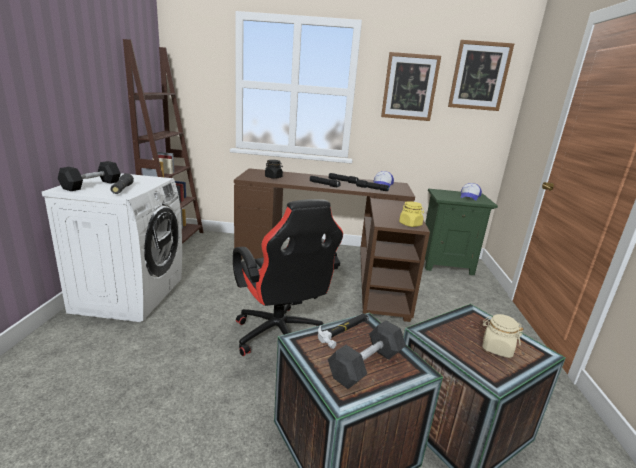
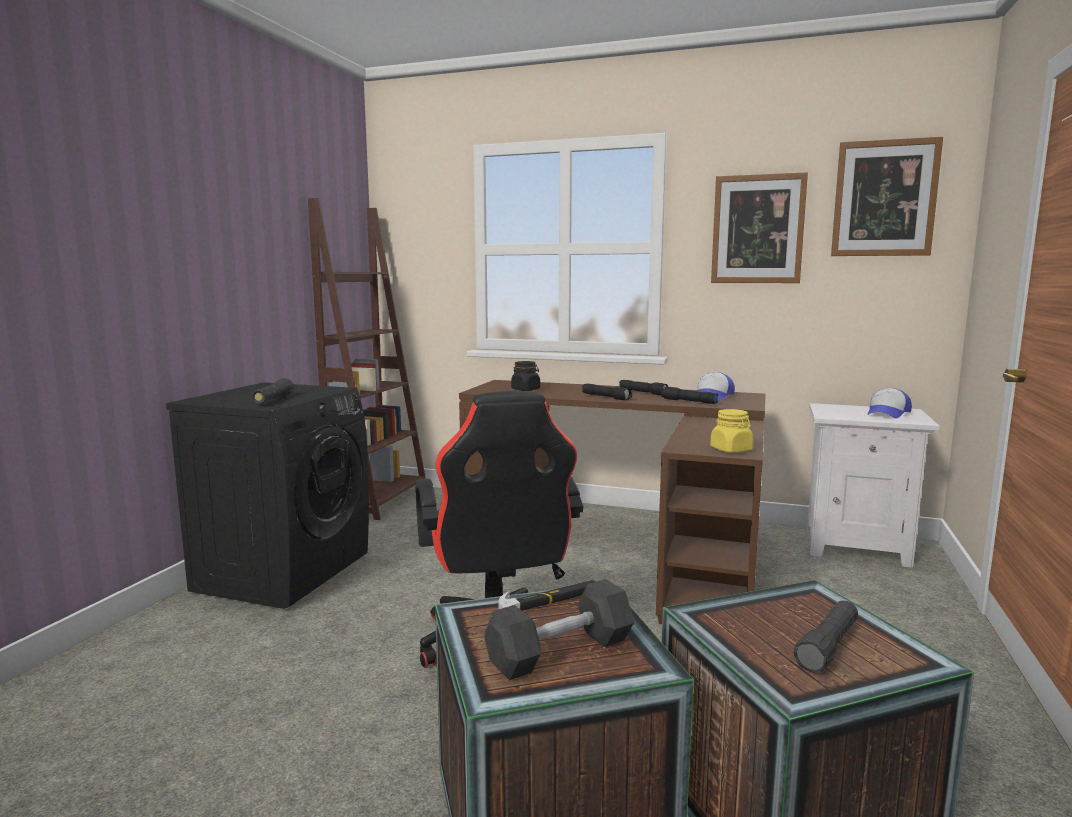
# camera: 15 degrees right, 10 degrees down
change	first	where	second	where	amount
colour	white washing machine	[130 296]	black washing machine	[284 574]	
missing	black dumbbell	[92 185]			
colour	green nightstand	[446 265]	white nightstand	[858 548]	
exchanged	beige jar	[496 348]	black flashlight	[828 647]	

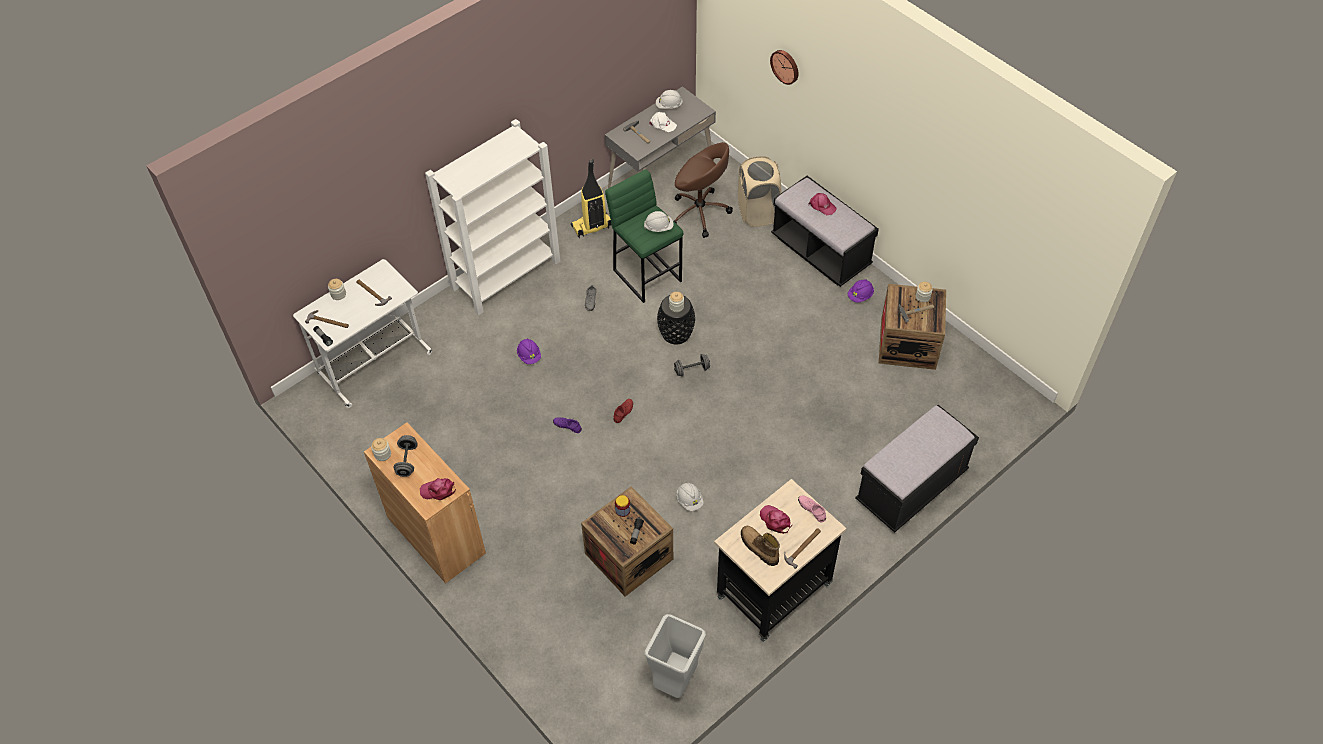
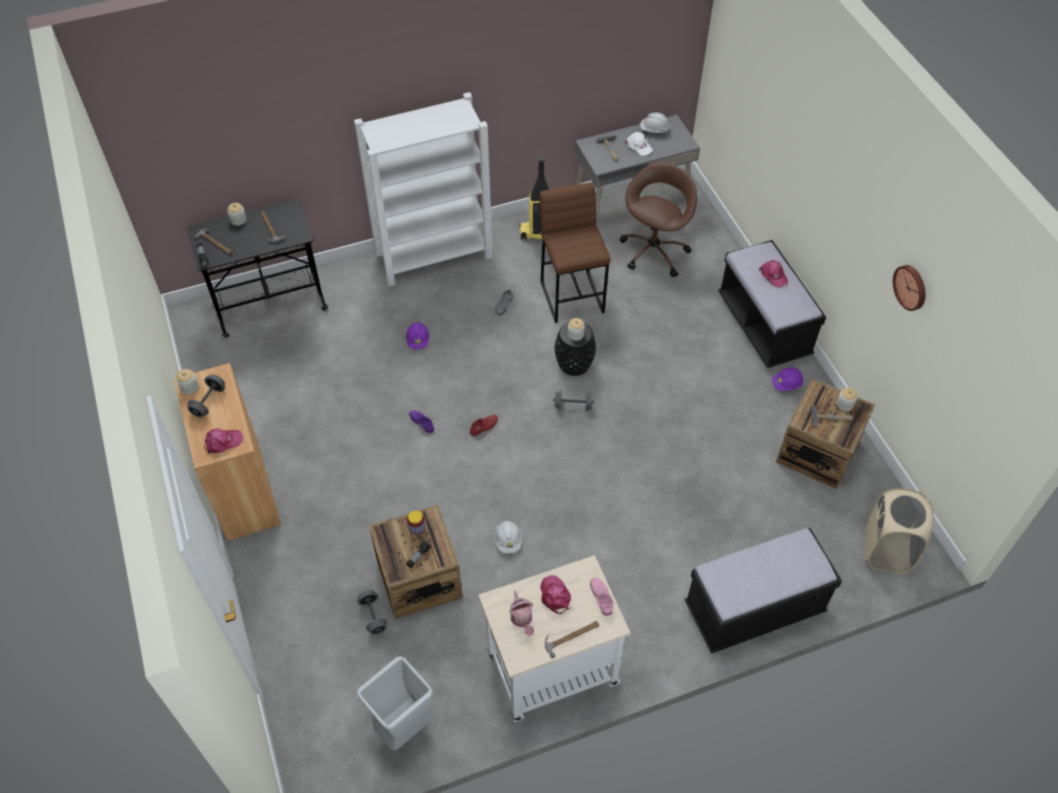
# camera: 20 degrees right, 0 degrees up
change	first	where	second	where	amount
colour	white desk	[374 363]	black desk	[270 302]	
spun	pink cap	[438 490]		[223 442]	135 degrees clockwise
colour	green stool	[646 274]	brown stool	[571 295]	
missing	white hard hat	[659 227]			
spun	brown office chair	[700 214]		[654 251]	105 degrees counterclockwise
colour	black cart	[774 592]	white cart	[552 671]	
relocated	beige laundry basket	[757 212]		[887 550]	
exchanged	boot	[758 548]	watering can	[522 620]	
relocated	wall clock	[785 66]		[911 287]	
appeared			grey dumbbell	[373 616]	

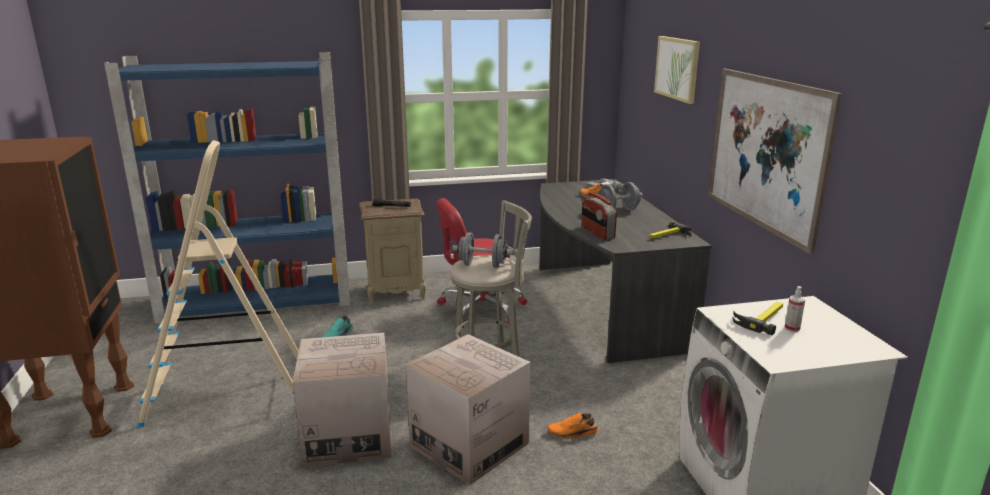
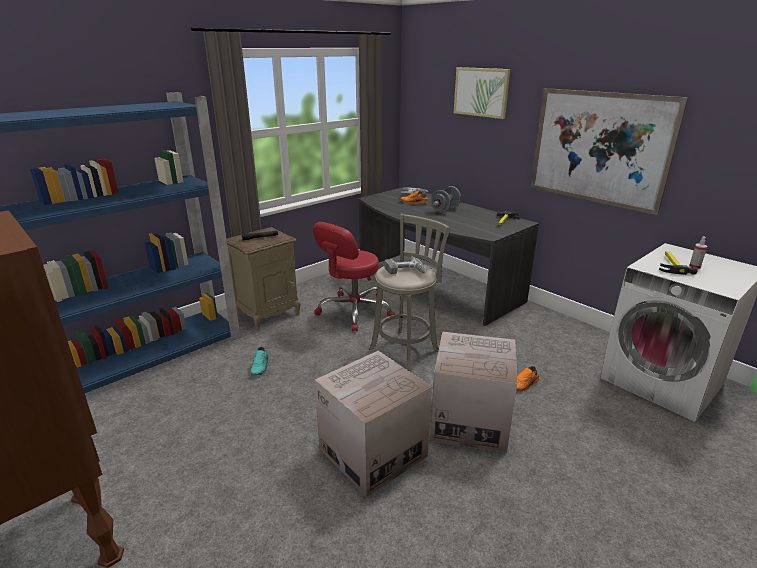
# camera: 30 degrees left, 5 degrees up
change	first	where	second	where	amount
missing	beige step ladder	[228 397]			
exchanged	grey dumbbell	[482 265]	power drill	[406 271]	
missing	radio	[597 233]			

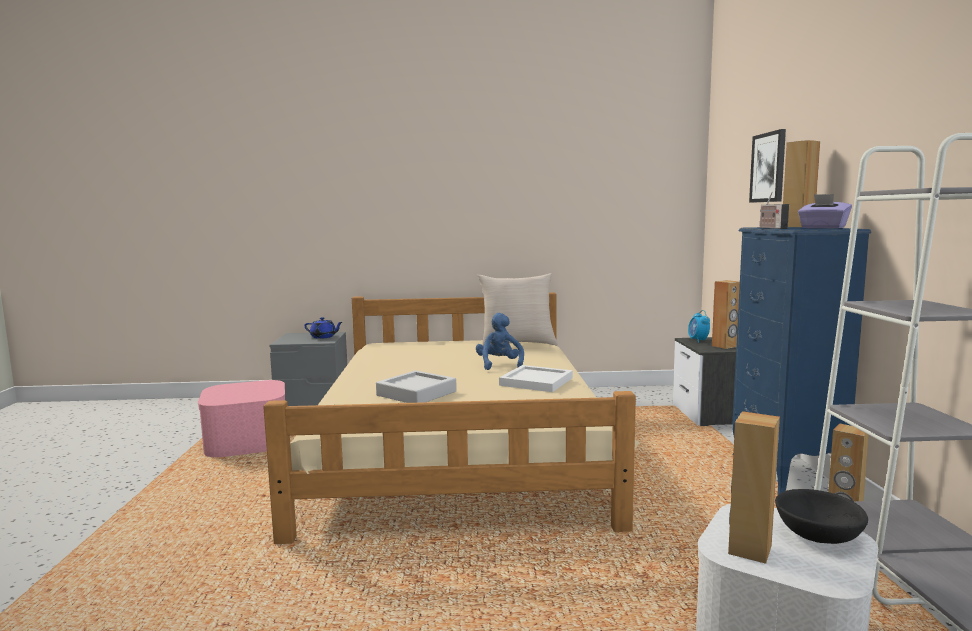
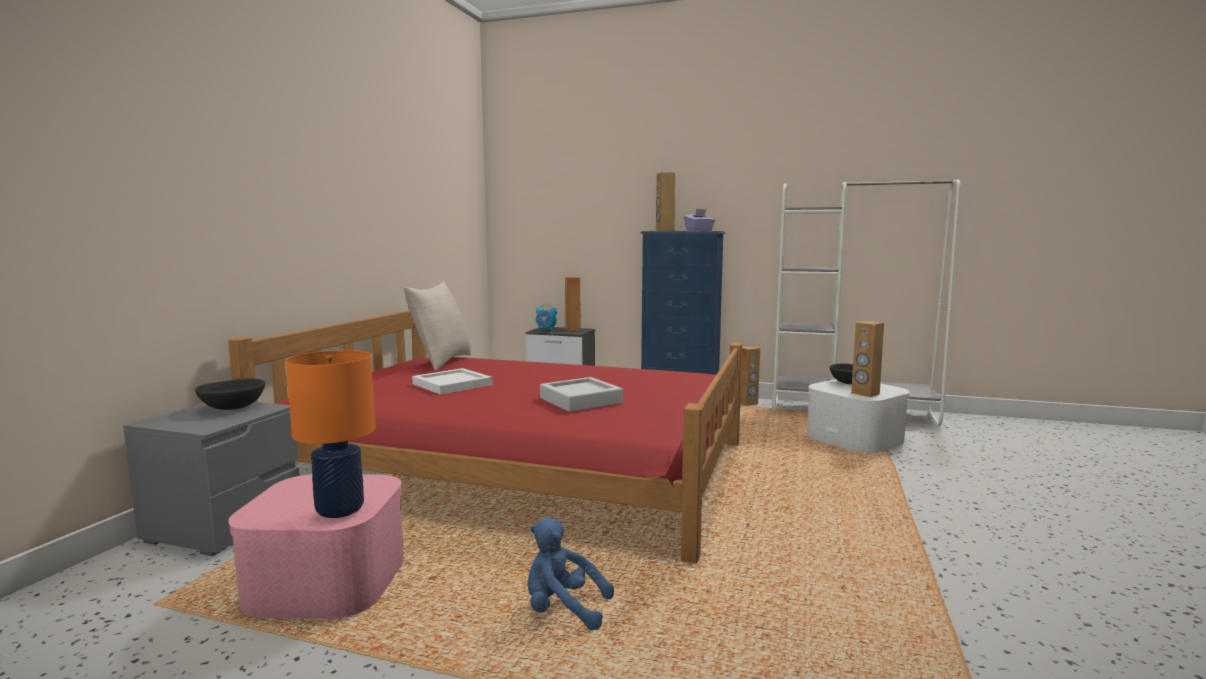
# camera: 70 degrees left, 0 degrees up
change	first	where	second	where	amount
colour	beige bed	[457 445]	red bed	[520 465]	
exchanged	blue teapot	[324 337]	black bowl	[232 408]	
relocated	blue plush toy	[499 365]		[563 610]	
relocated	white tray	[535 381]		[452 384]	
missing	picture	[768 167]			
missing	radio	[771 228]			
appeared			orange table lamp	[339 512]	

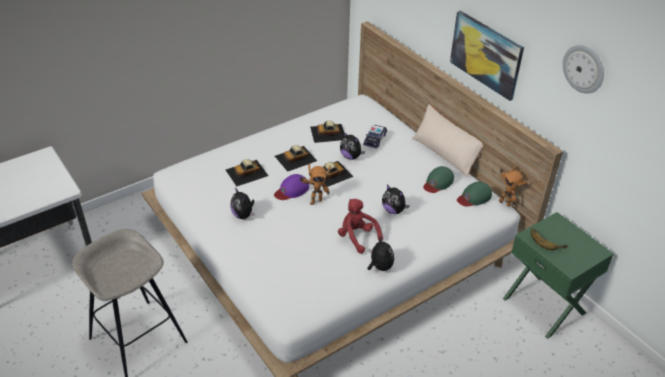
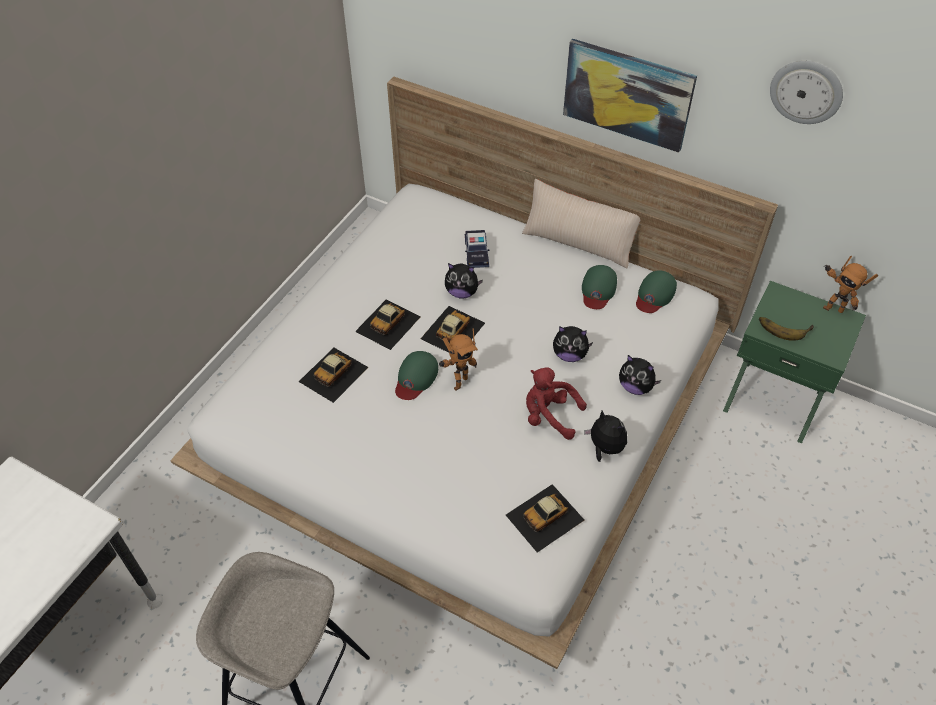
# camera: 25 degrees left, 10 degrees up
change	first	where	second	where	amount
relocated	plush toy	[243 215]		[635 387]	
colour	purple cap	[291 190]	green cap	[416 377]	
relocated	toy car	[328 133]		[545 517]	
relocated	toy robot	[505 202]		[833 308]	

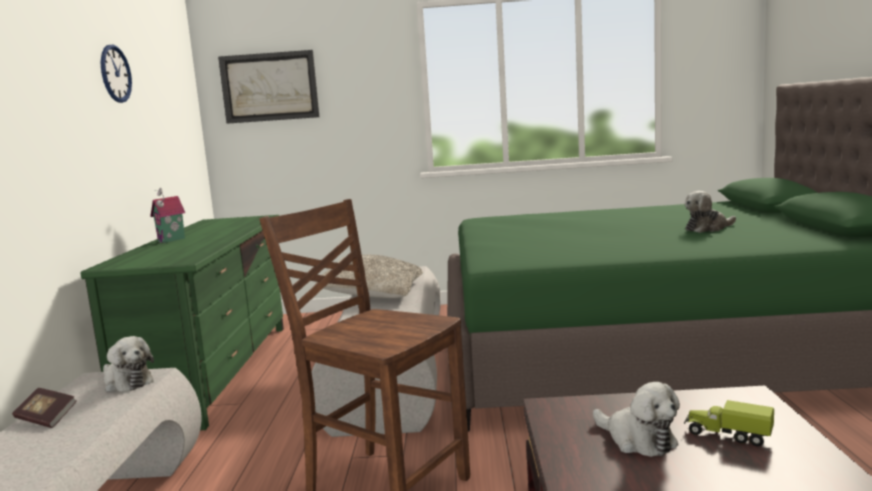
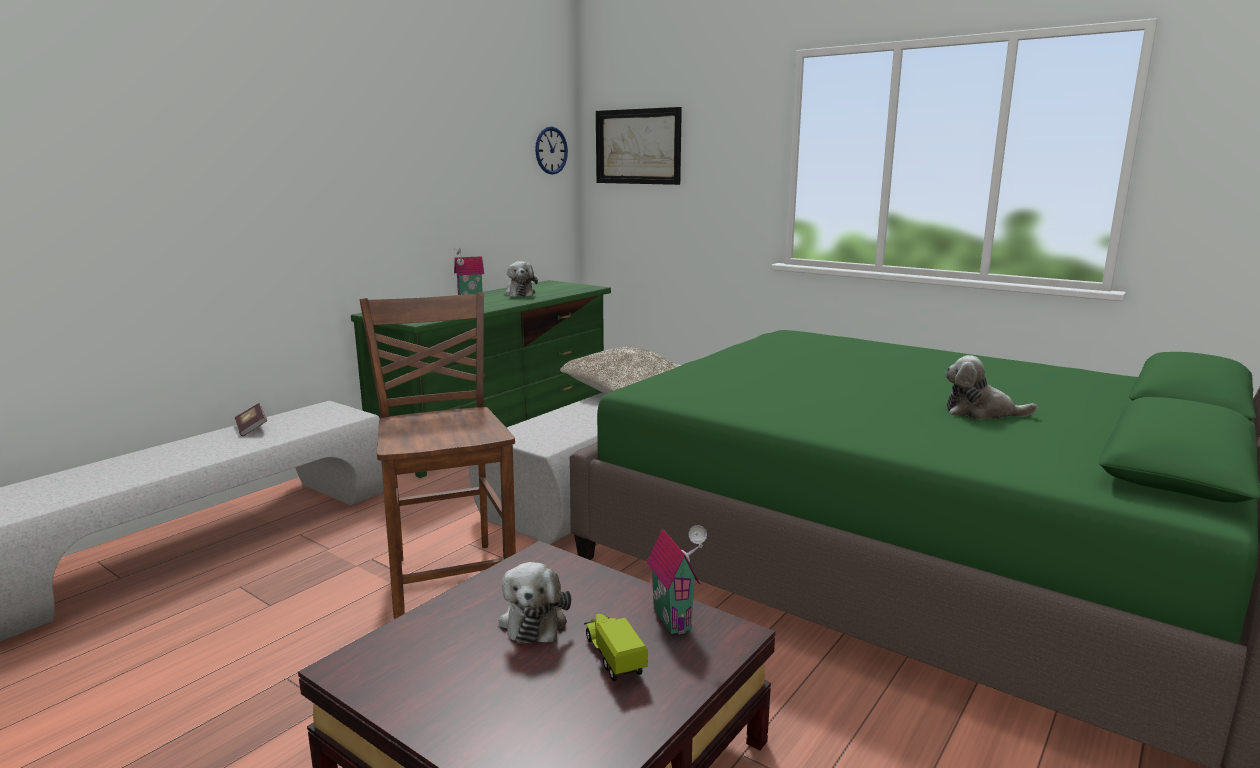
# camera: 35 degrees right, 5 degrees up
change	first	where	second	where	amount
relocated	wall clock	[115 73]		[551 150]	
relocated	plush toy	[126 382]		[519 294]	
appeared			toy house	[675 618]	

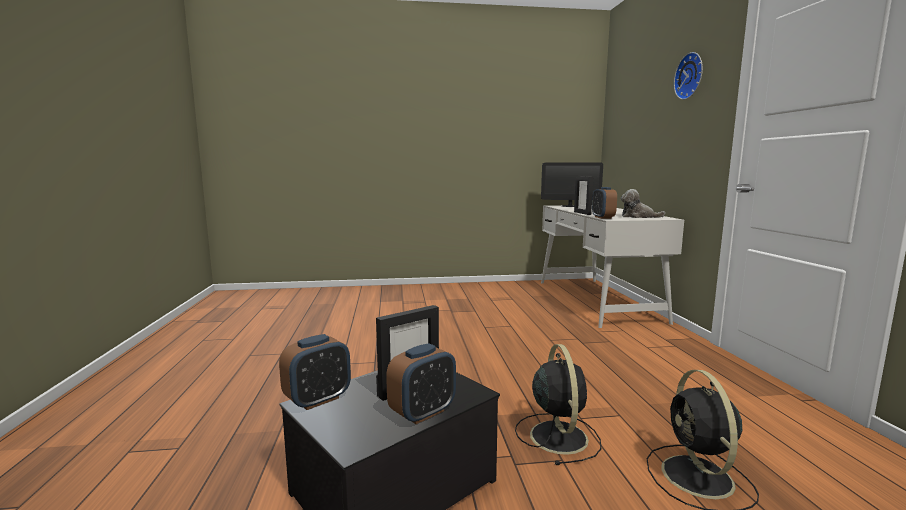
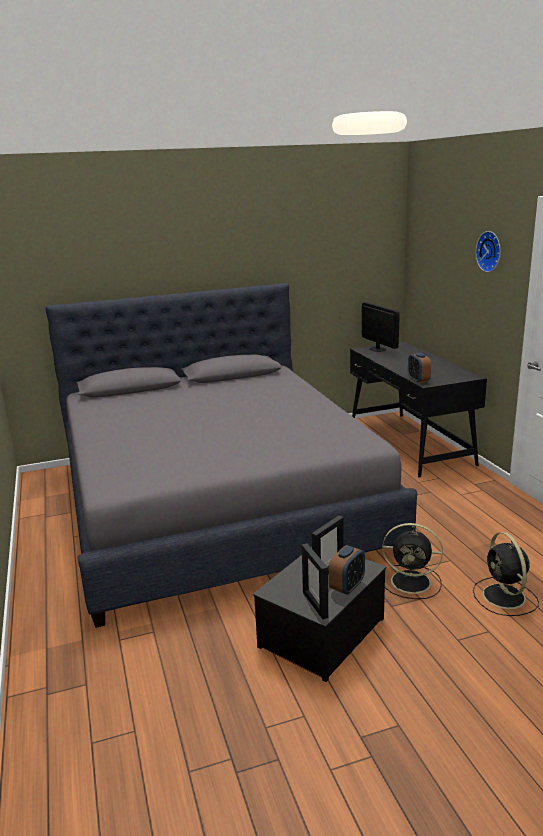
# camera: 10 degrees left, 10 degrees up
change	first	where	second	where	amount
missing	alarm clock	[318 399]			
spun	black fan	[557 435]		[412 582]	120 degrees clockwise
spun	monitor	[570 206]		[377 349]	105 degrees counterclockwise
colour	white desk	[596 300]	black desk	[409 443]	
relocated	picture frame	[583 213]		[316 604]	
missing	plush toy	[638 217]			
appeared			grey bed	[216 503]	

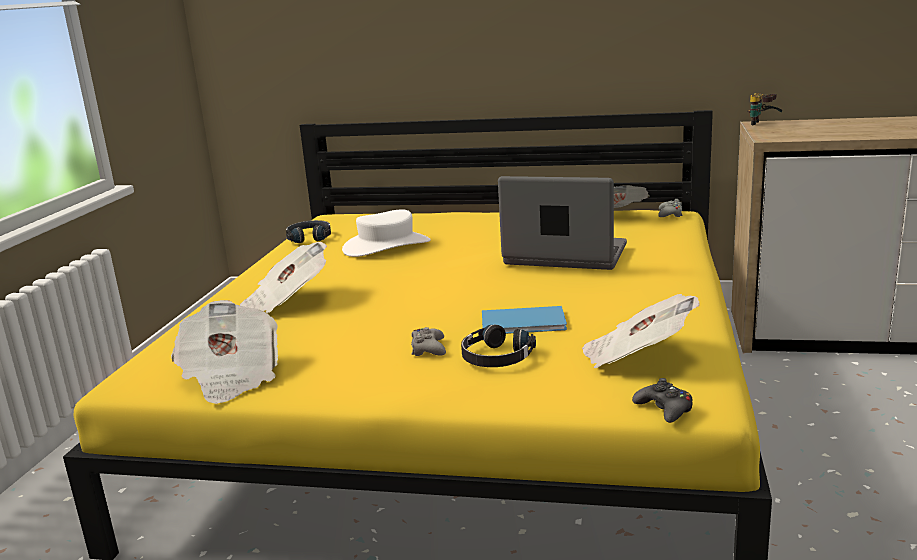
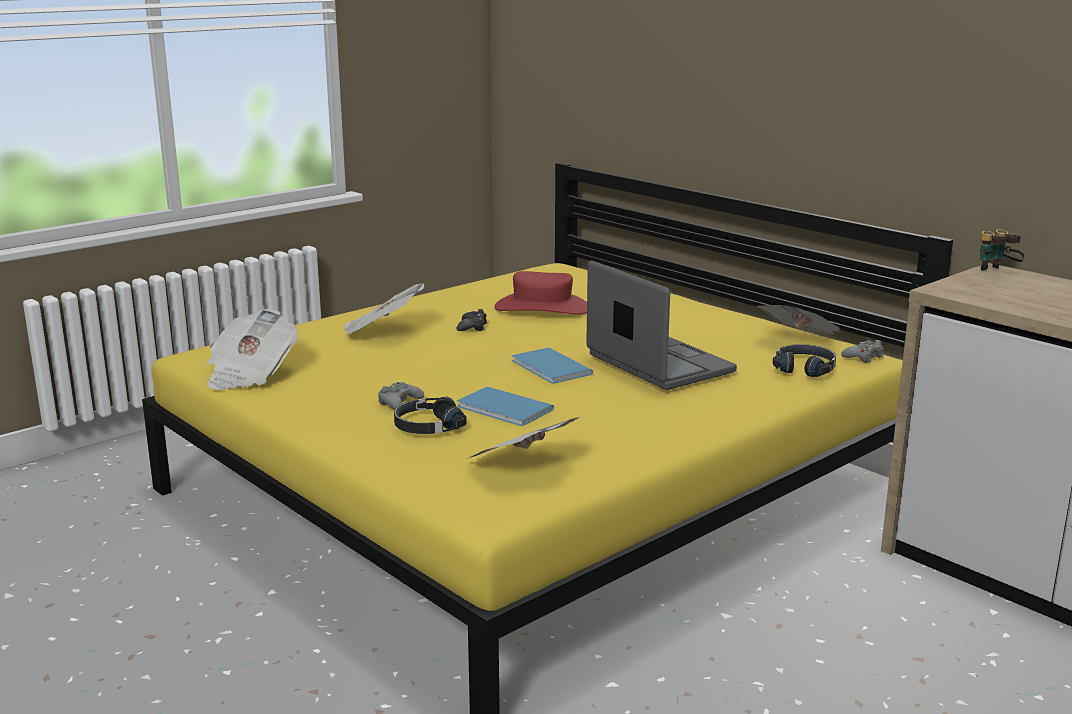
# camera: 35 degrees right, 0 degrees up
change	first	where	second	where	amount
relocated	black headphones	[309 237]		[805 368]	
colour	white hat	[386 246]	red hat	[542 308]	
relocated	black game controller	[664 409]		[472 327]	
appeared			blue book	[550 368]	

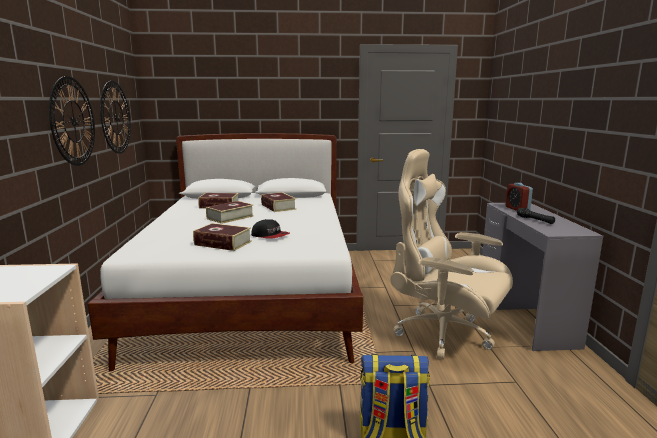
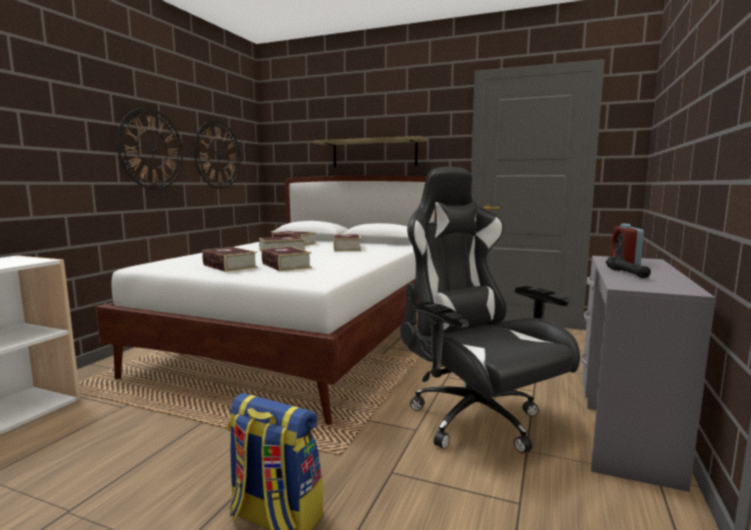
# camera: 25 degrees right, 5 degrees down
change	first	where	second	where	amount
exchanged	cap	[270 235]	book	[286 266]	
colour	beige office chair	[448 336]	black office chair	[481 424]	
appeared			shelf	[374 153]	

